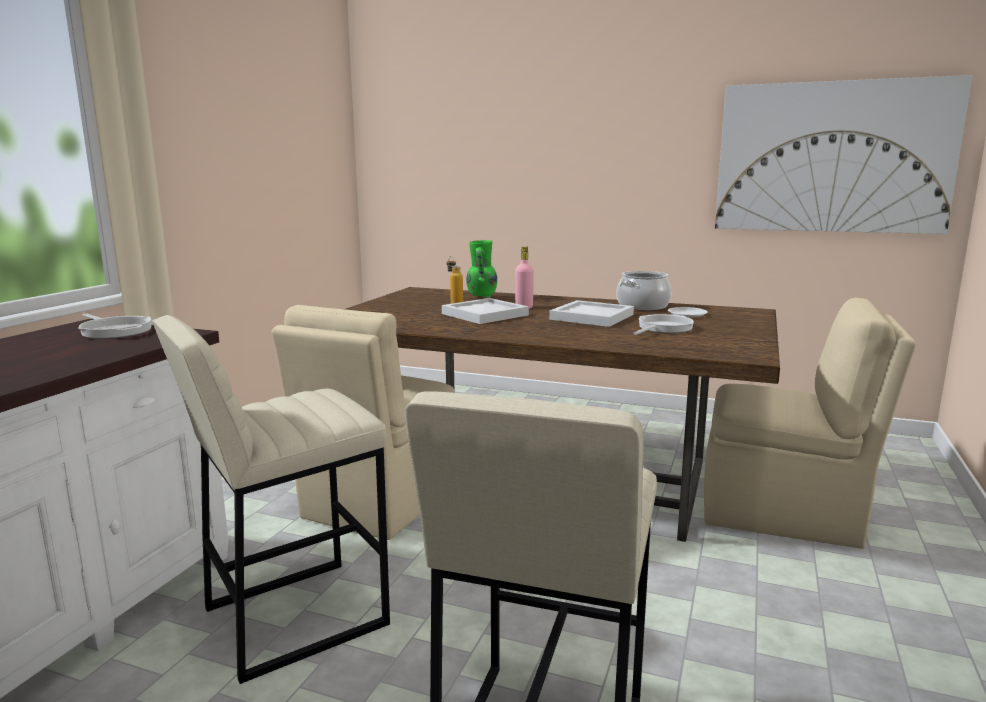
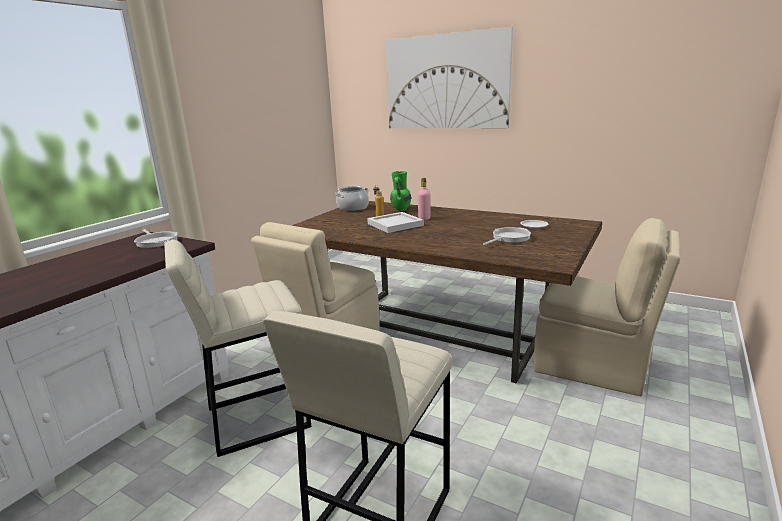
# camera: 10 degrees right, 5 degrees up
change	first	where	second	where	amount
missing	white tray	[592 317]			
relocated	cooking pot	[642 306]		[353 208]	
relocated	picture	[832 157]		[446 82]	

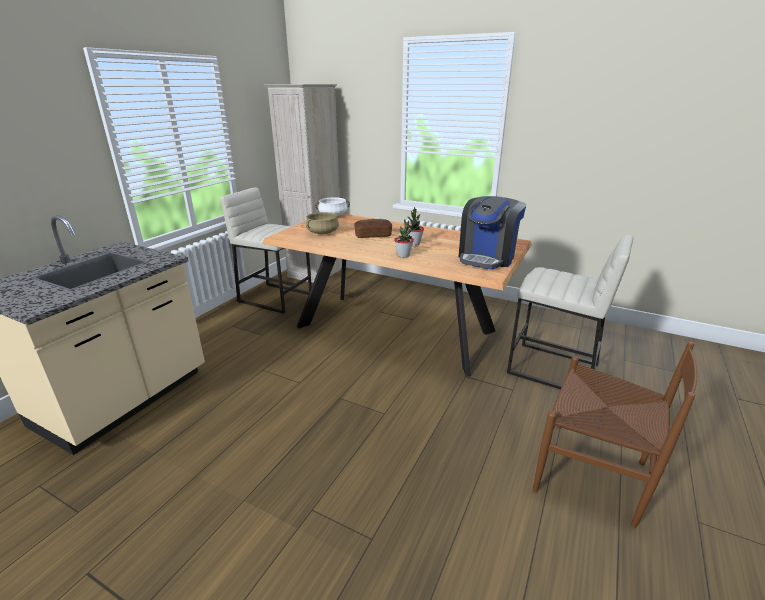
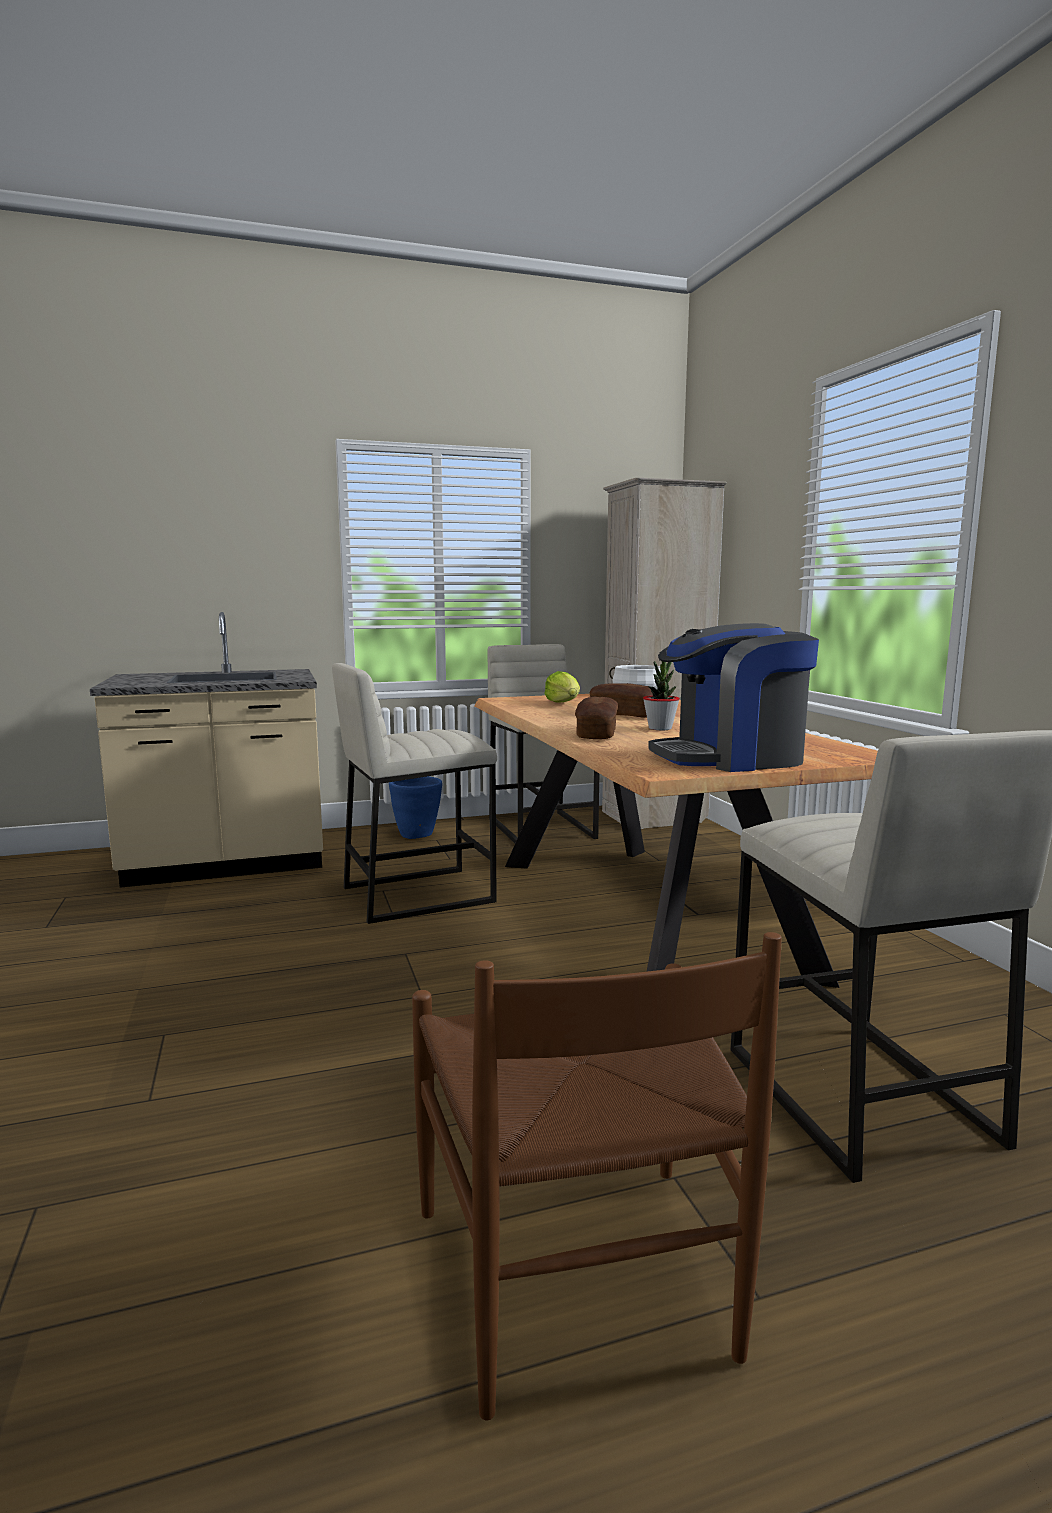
# camera: 45 degrees right, 15 degrees down
change	first	where	second	where	amount
exchanged	beige cooking pot	[322 232]	lettuce	[564 703]	
exchanged	potted plant	[403 255]	bread	[596 734]	
appeared			beige stool	[417 894]	
appeared			blue planter	[417 835]	

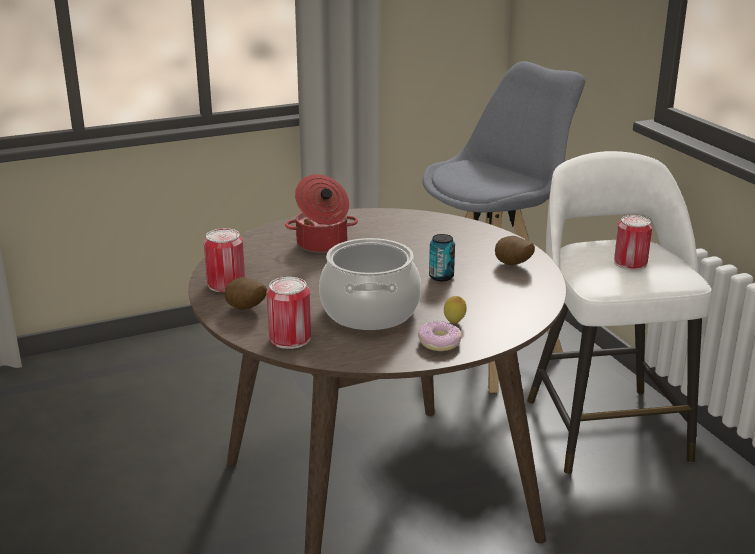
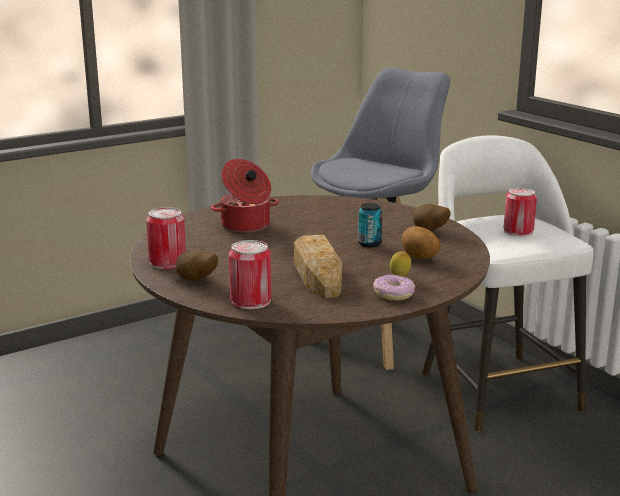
# camera: 10 degrees left, 5 degrees down
change	first	where	second	where	amount
exchanged	cooking pot	[371 311]	bread	[317 274]	
appeared			potato	[419 258]	

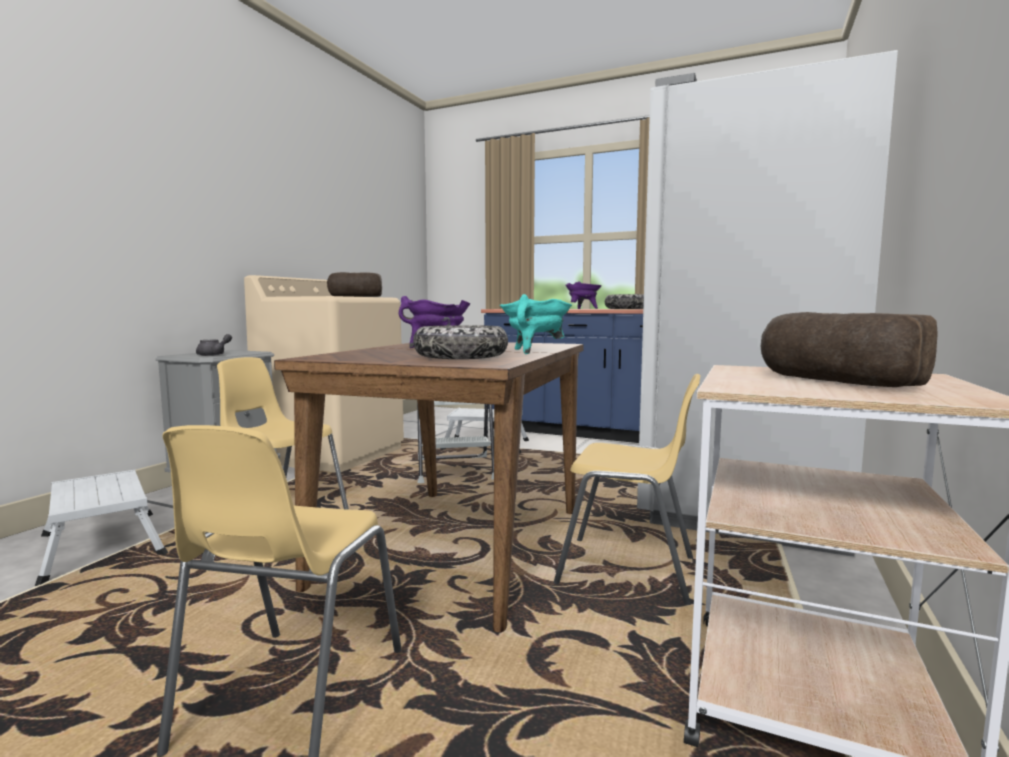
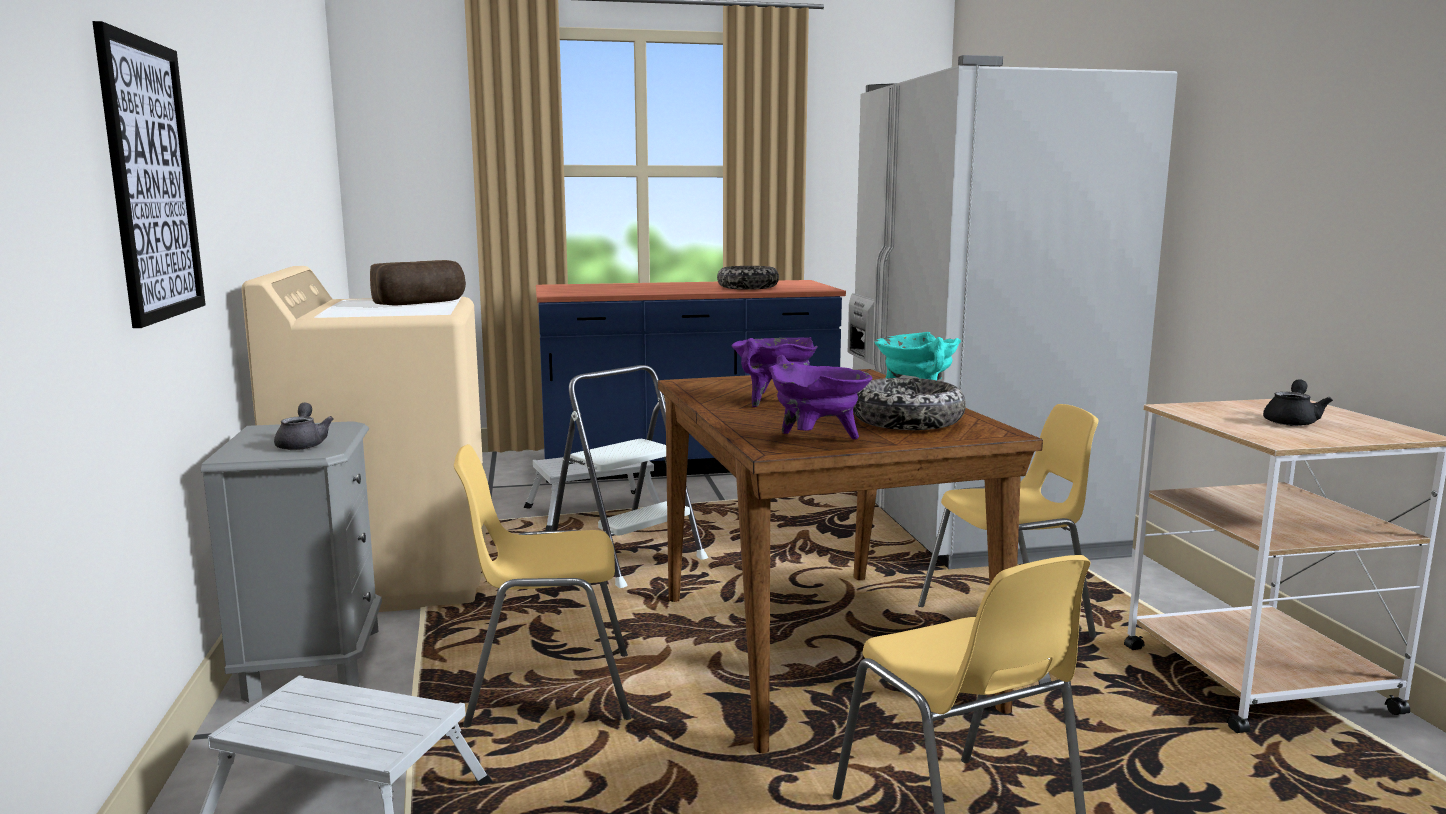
# camera: 35 degrees left, 5 degrees up
change	first	where	second	where	amount
relocated	purple cooking pot	[583 309]		[816 441]	
exchanged	bread	[833 381]	black teapot	[1292 421]	
appeared			picture	[151 180]	

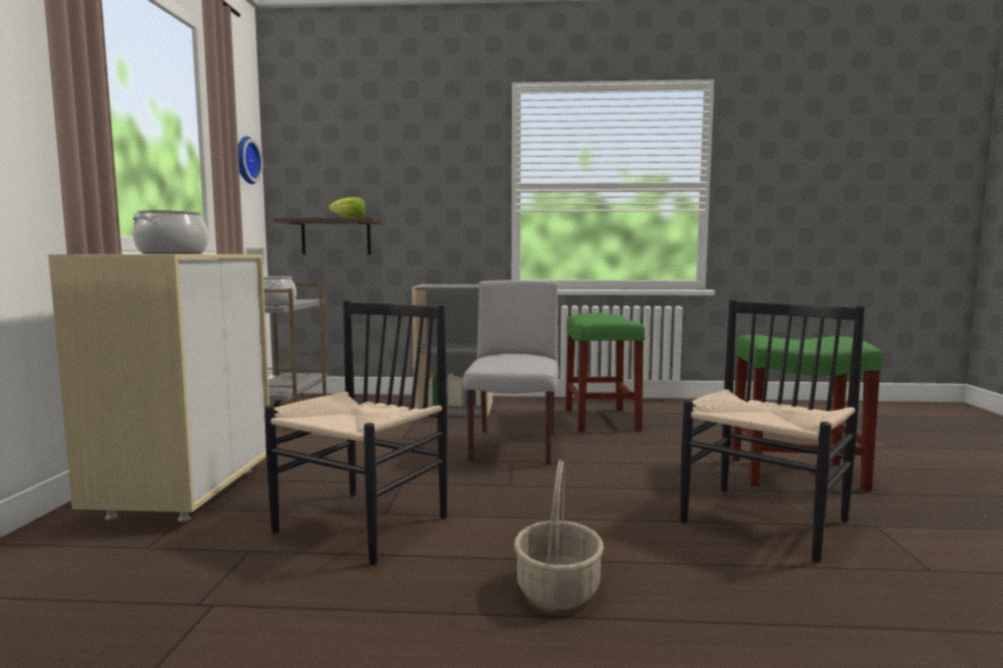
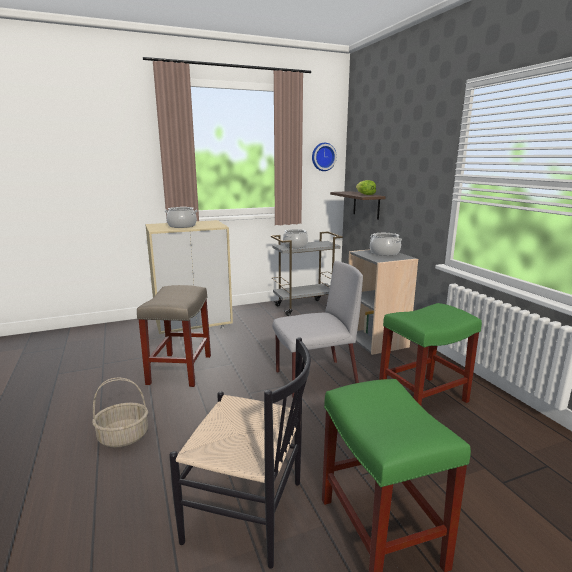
# camera: 65 degrees right, 10 degrees up
change	first	where	second	where	amount
exchanged	black chair	[367 522]	beige stool	[180 370]	
appeared			cooking pot	[384 253]	

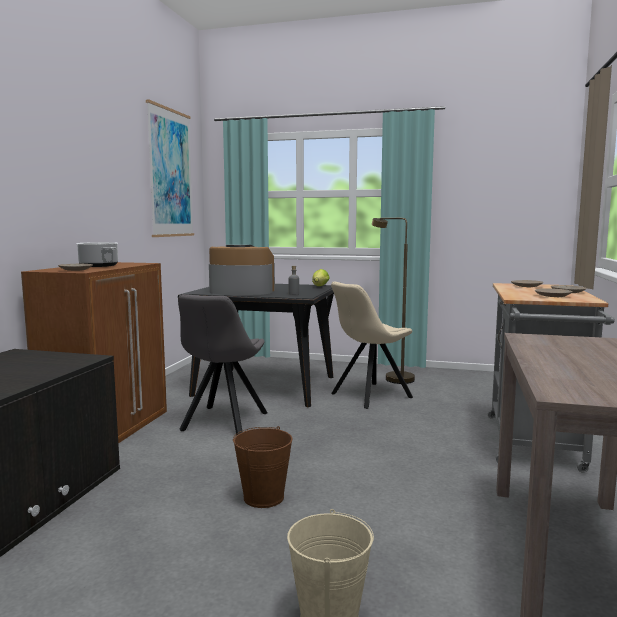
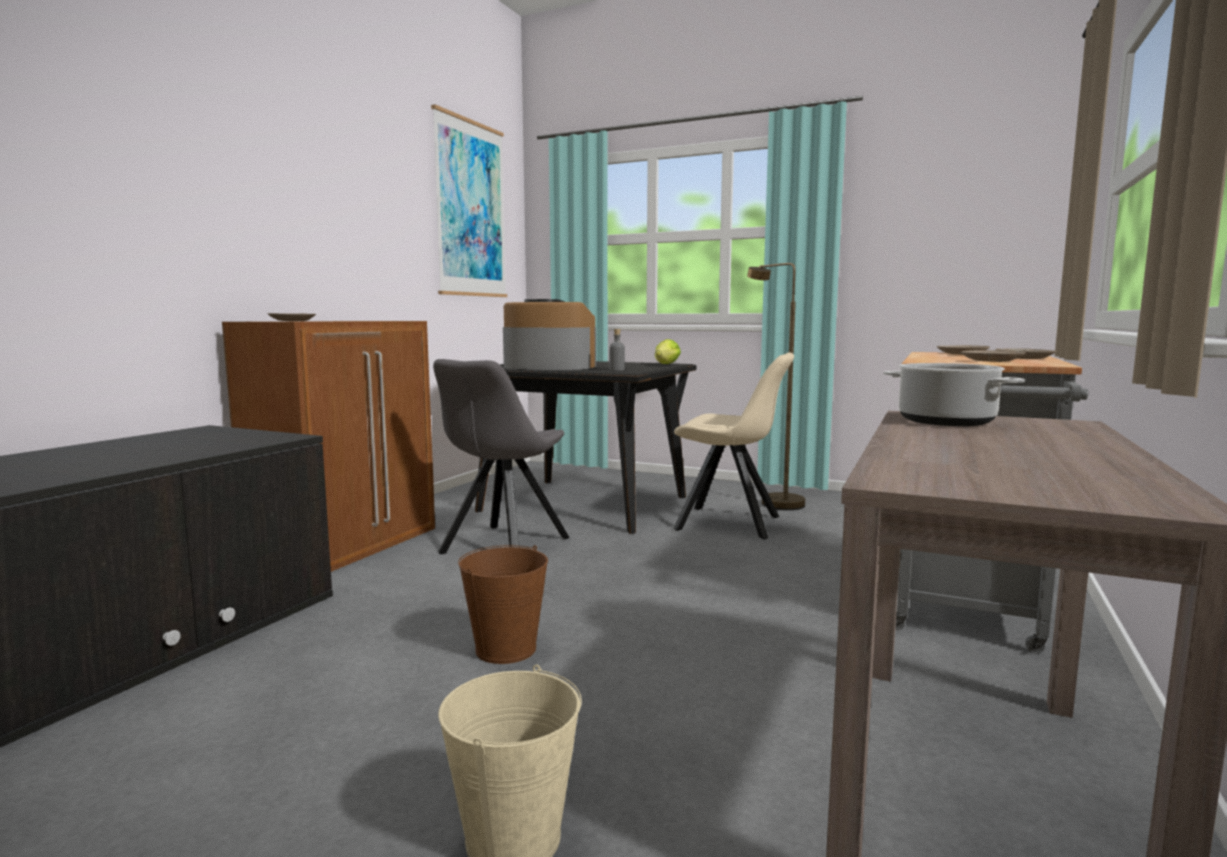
# camera: 10 degrees right, 0 degrees up
change	first	where	second	where	amount
relocated	cooking pot	[98 266]		[944 421]	
spun	beige chair	[370 395]		[729 523]	135 degrees counterclockwise

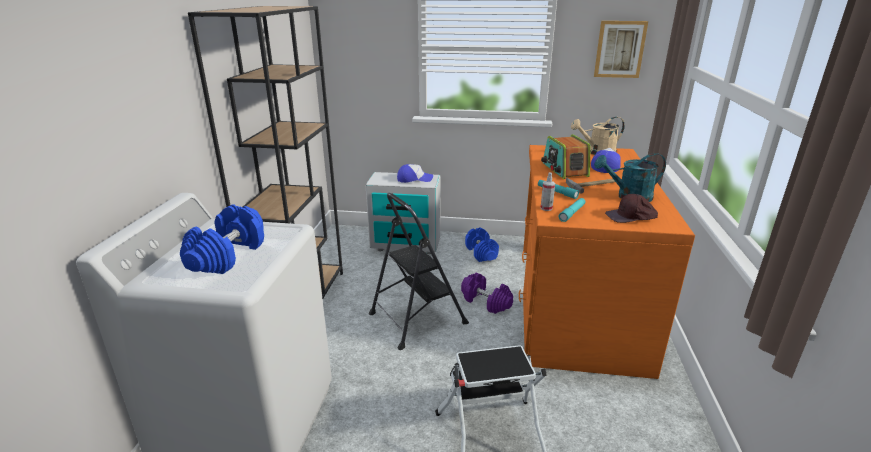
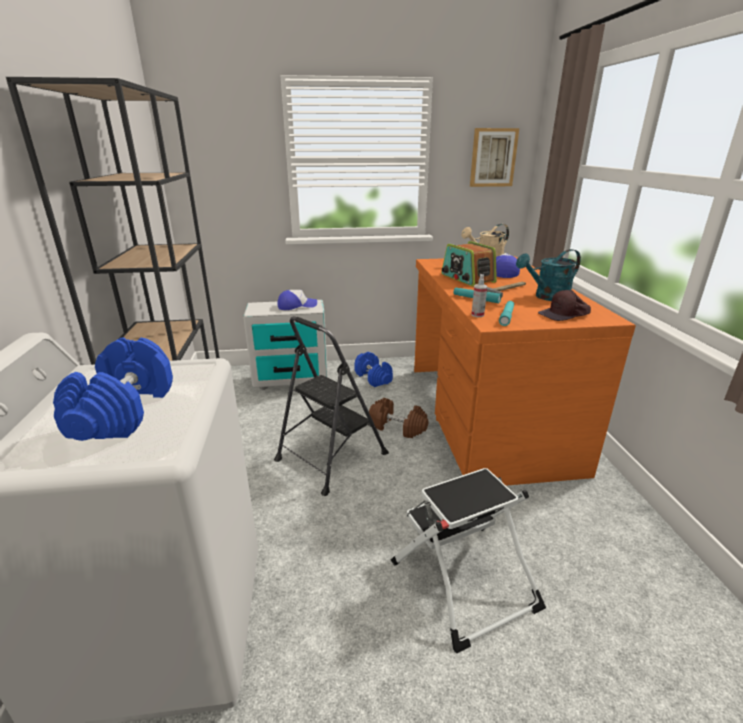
# camera: 15 degrees left, 0 degrees up
change	first	where	second	where	amount
colour	purple dumbbell	[485 302]	brown dumbbell	[397 427]	

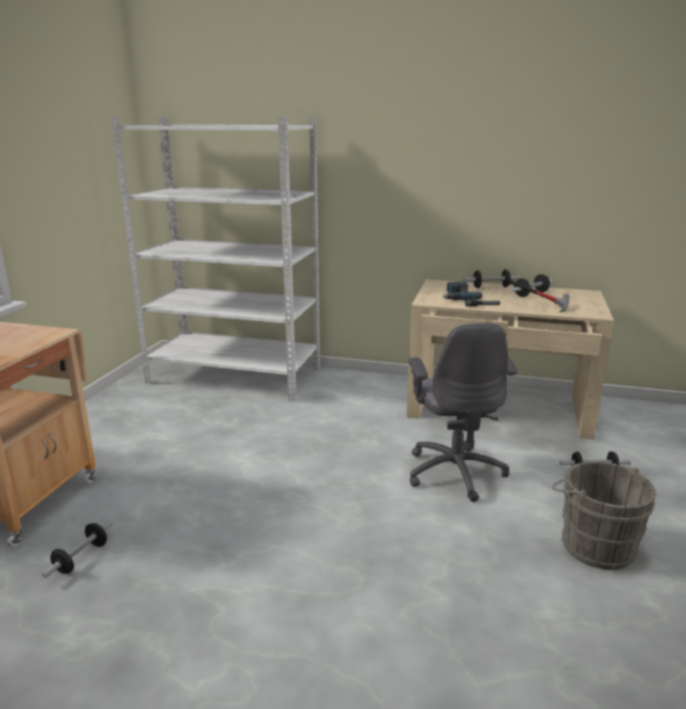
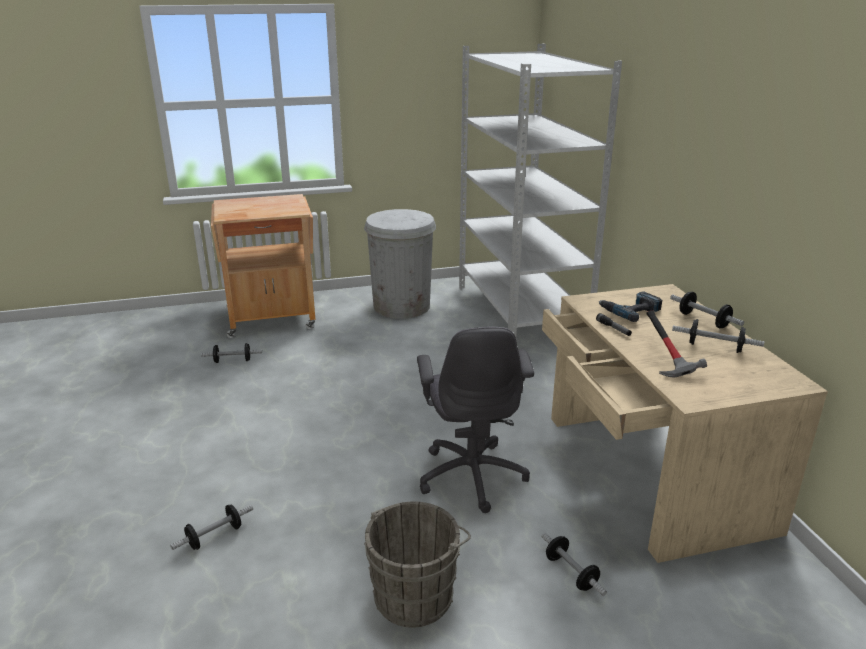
# camera: 60 degrees right, 5 degrees up
change	first	where	second	where	amount
spun	grey office chair	[455 472]		[472 475]	60 degrees counterclockwise
appeared			dumbbell	[214 536]	
appeared			white trash can	[401 306]	

